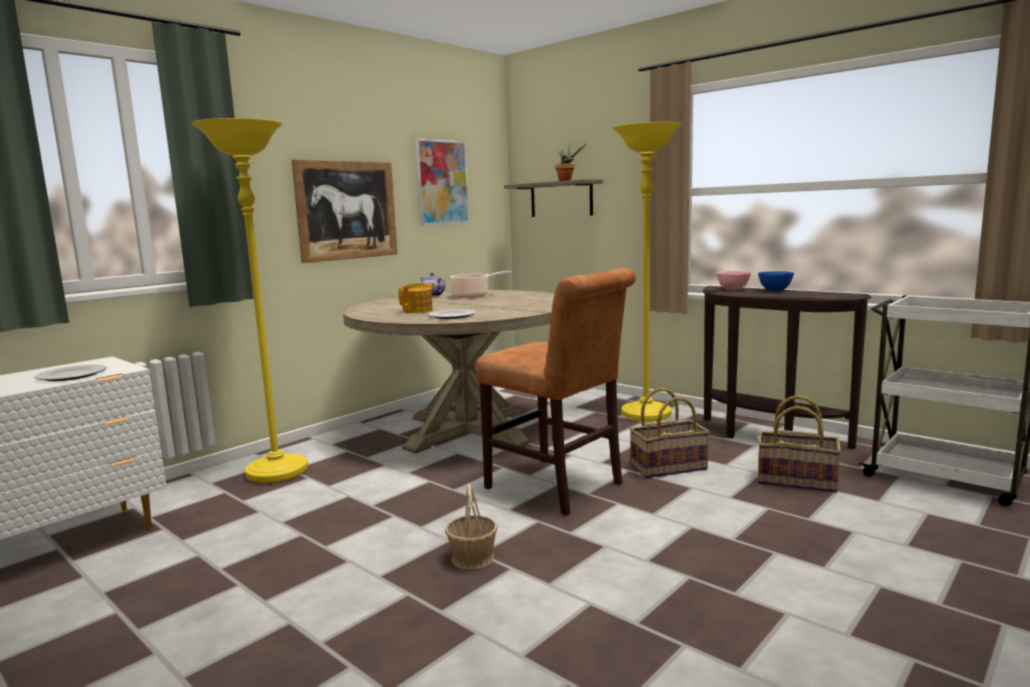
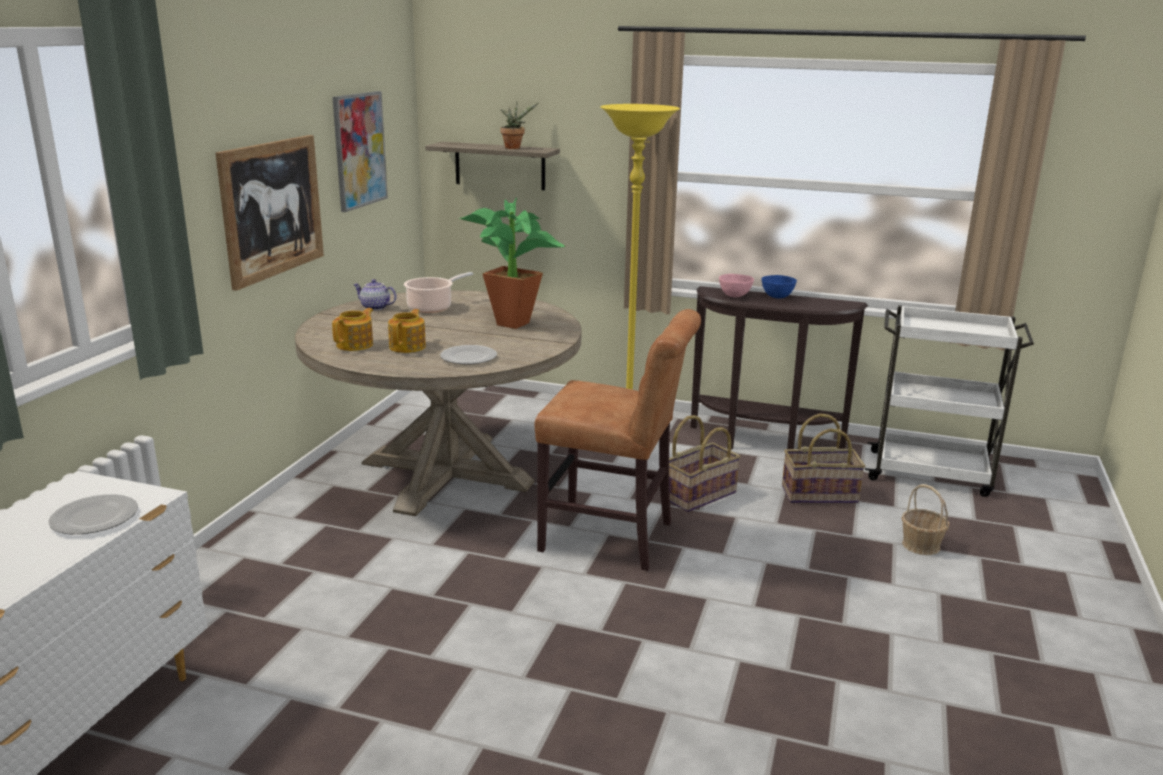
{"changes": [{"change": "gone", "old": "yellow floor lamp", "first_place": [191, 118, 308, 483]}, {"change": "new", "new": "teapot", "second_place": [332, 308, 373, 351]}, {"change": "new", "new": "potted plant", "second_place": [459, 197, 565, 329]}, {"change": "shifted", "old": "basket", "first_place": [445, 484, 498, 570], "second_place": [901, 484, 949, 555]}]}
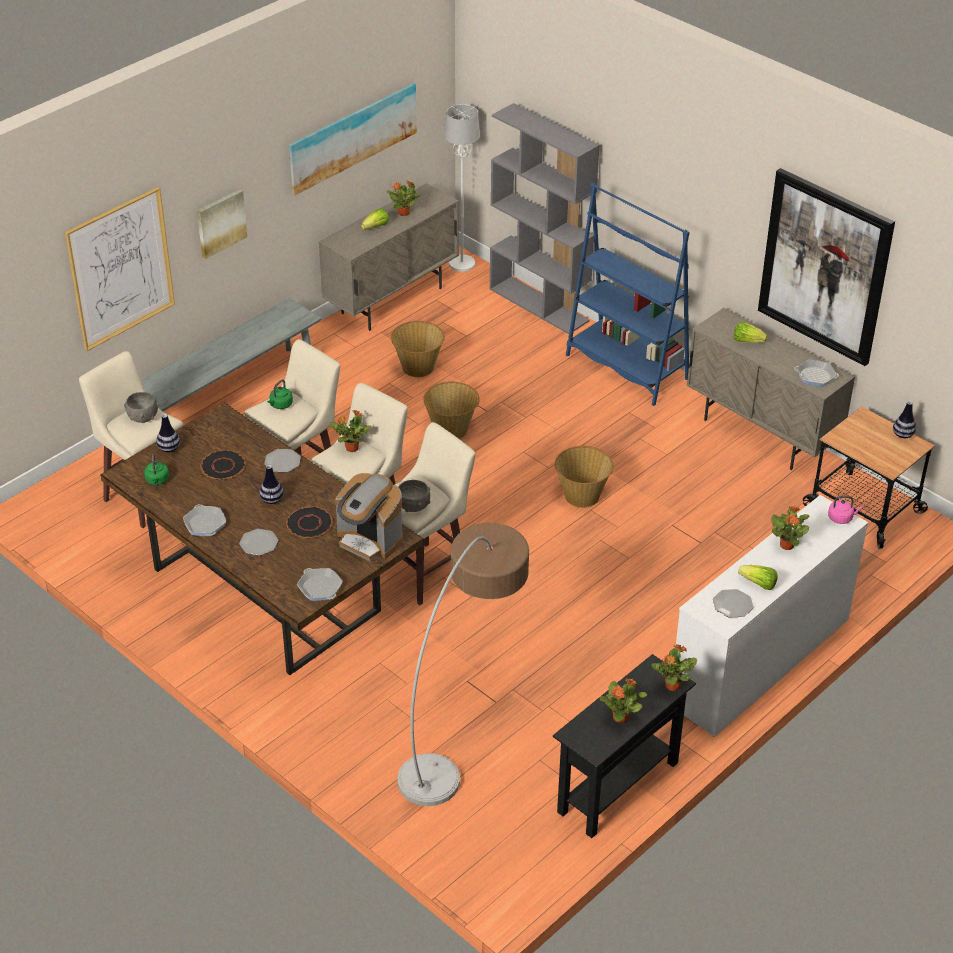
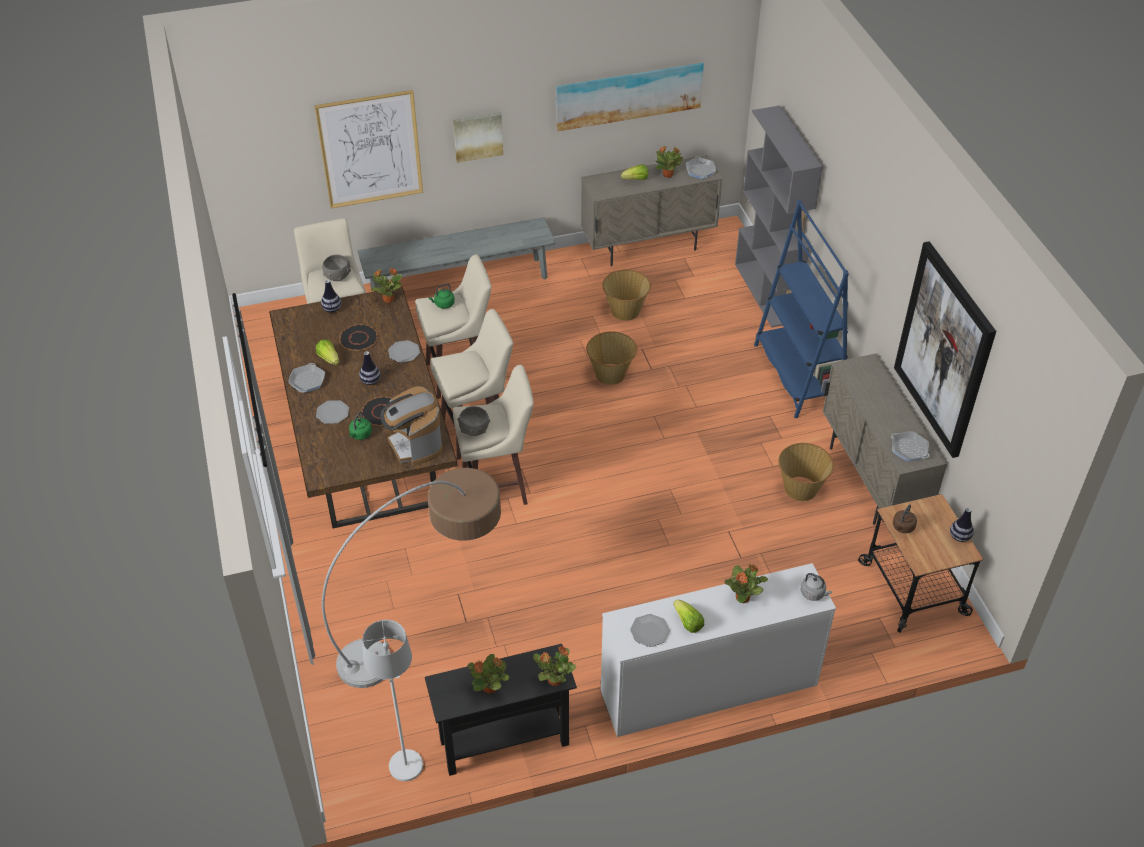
{"changes": [{"change": "new", "new": "brown kettle", "second_place": [893, 504, 917, 533]}, {"change": "shifted", "old": "green kettle", "first_place": [144, 454, 169, 485], "second_place": [349, 411, 372, 440]}, {"change": "shifted", "old": "frying pan", "first_place": [297, 568, 343, 601], "second_place": [686, 157, 716, 179]}, {"change": "shifted", "old": "potted plant", "first_place": [330, 410, 371, 452], "second_place": [371, 268, 402, 303]}, {"change": "shifted", "old": "white floor lamp", "first_place": [444, 104, 480, 272], "second_place": [362, 620, 423, 781]}, {"change": "shifted", "old": "basket", "first_place": [555, 446, 613, 508], "second_place": [778, 443, 834, 501]}, {"change": "shifted", "old": "lettuce", "first_place": [734, 322, 768, 343], "second_place": [316, 339, 339, 365]}, {"change": "repainted", "old": "pink kettle", "new": "grey kettle", "first_place": [828, 496, 862, 524], "second_place": [801, 573, 832, 601]}]}
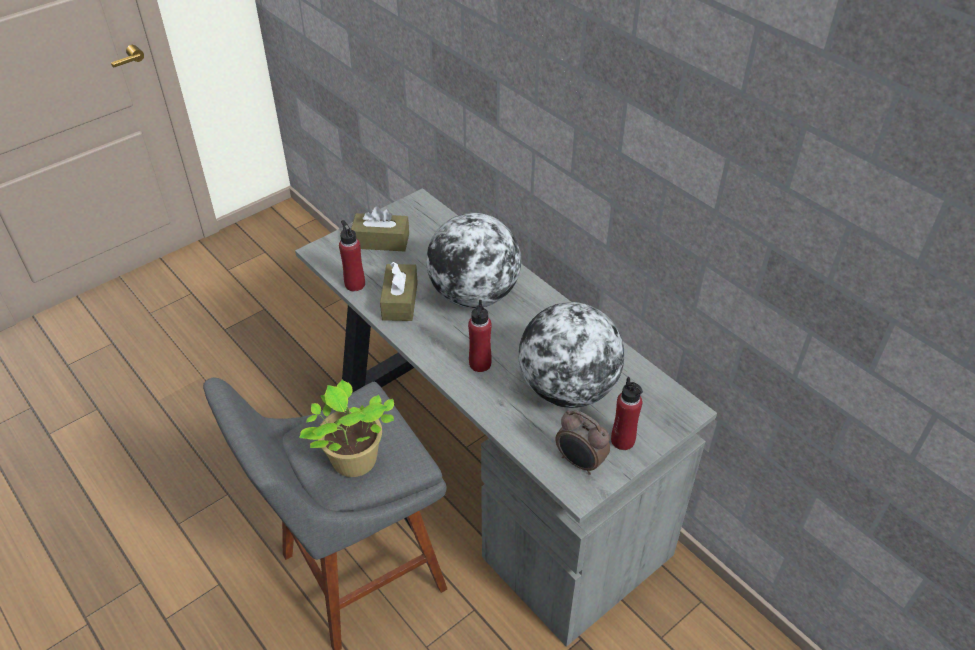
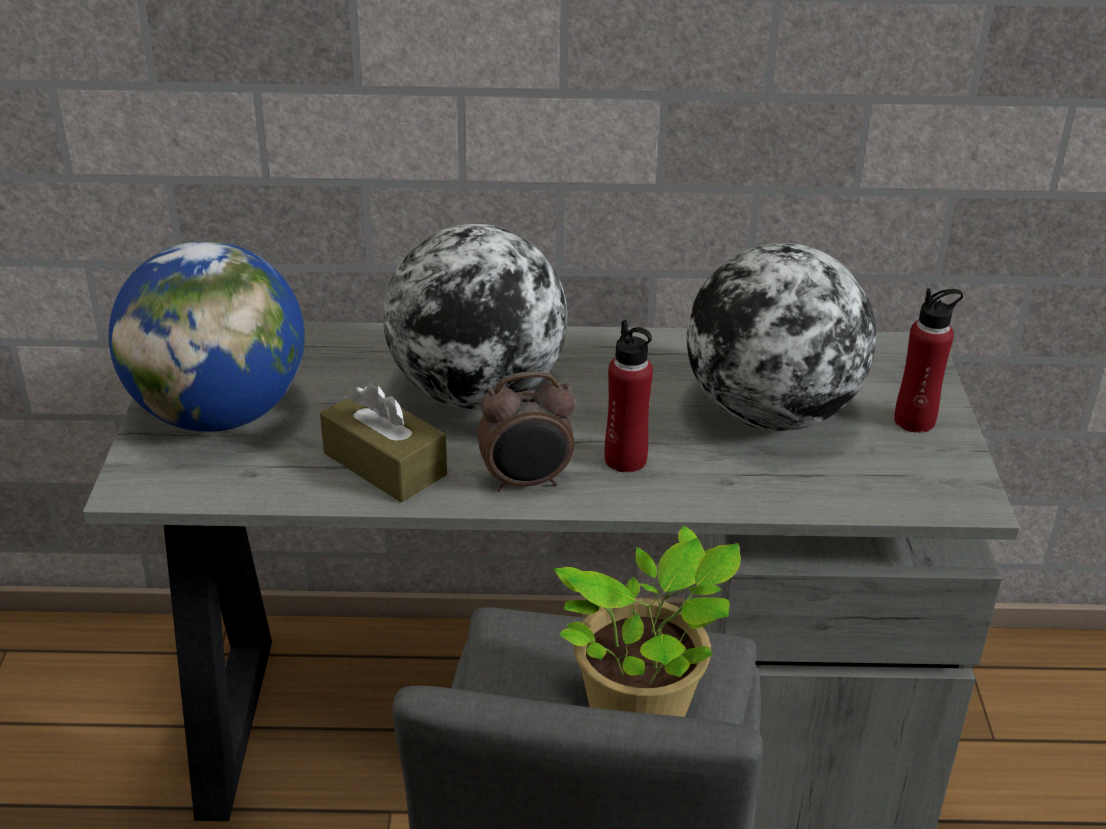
{"changes": [{"change": "gone", "old": "red bottle", "first_place": [339, 220, 365, 291]}, {"change": "shifted", "old": "alarm clock", "first_place": [555, 410, 610, 475], "second_place": [478, 371, 575, 492]}, {"change": "swapped", "old": "brown tissue box", "new": "globe", "first_place": [351, 206, 409, 252], "second_place": [109, 241, 305, 432]}]}
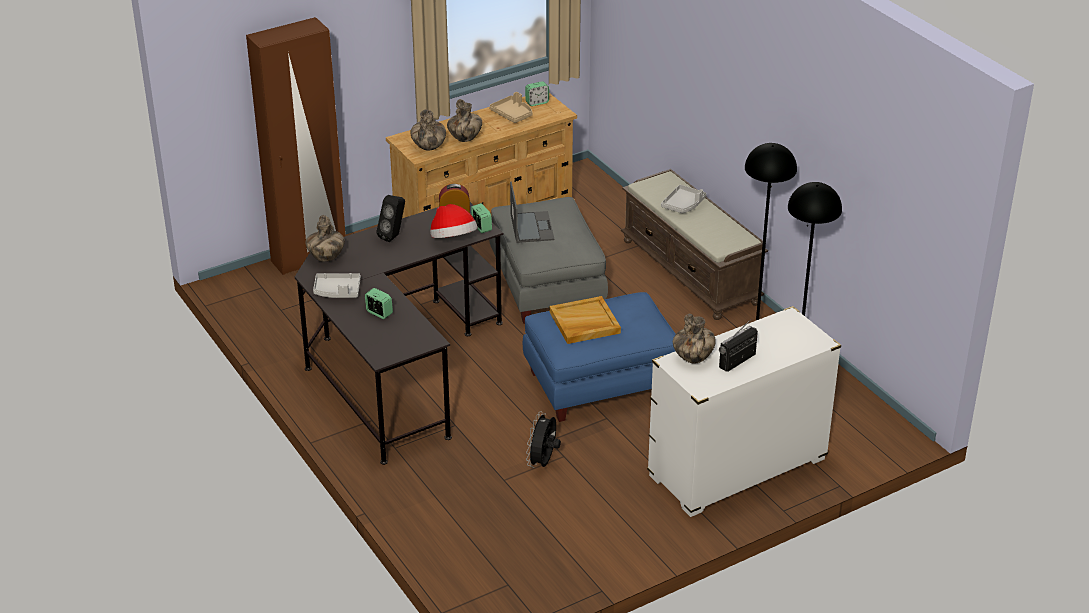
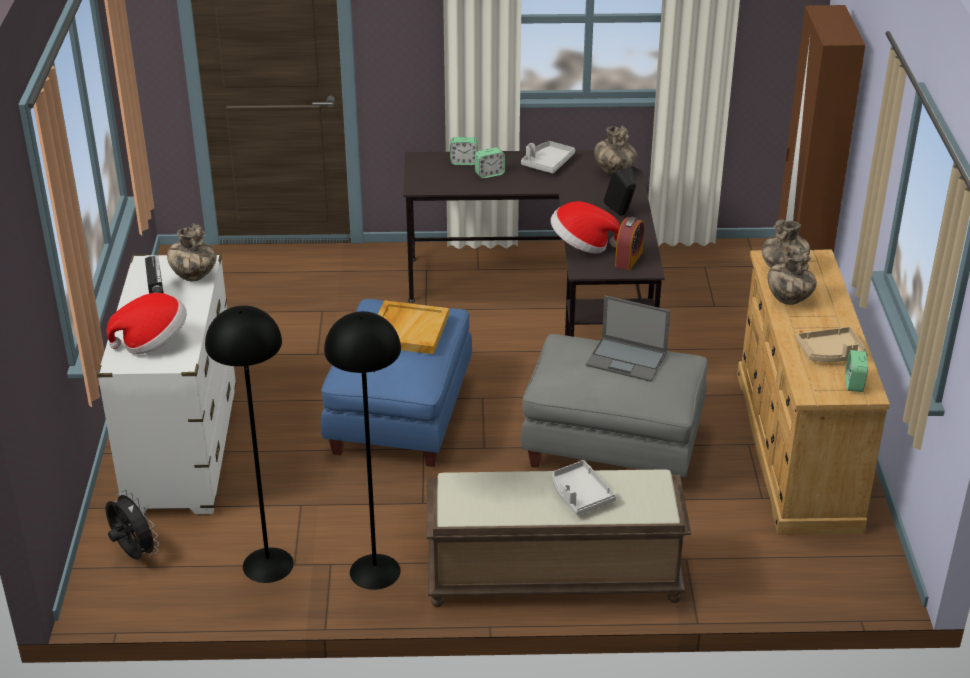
{"changes": [{"change": "new", "new": "hat", "second_place": [107, 293, 187, 354]}, {"change": "shifted", "old": "alarm clock", "first_place": [471, 203, 492, 233], "second_place": [450, 137, 478, 165]}, {"change": "shifted", "old": "black fan", "first_place": [526, 411, 561, 468], "second_place": [106, 490, 159, 560]}]}
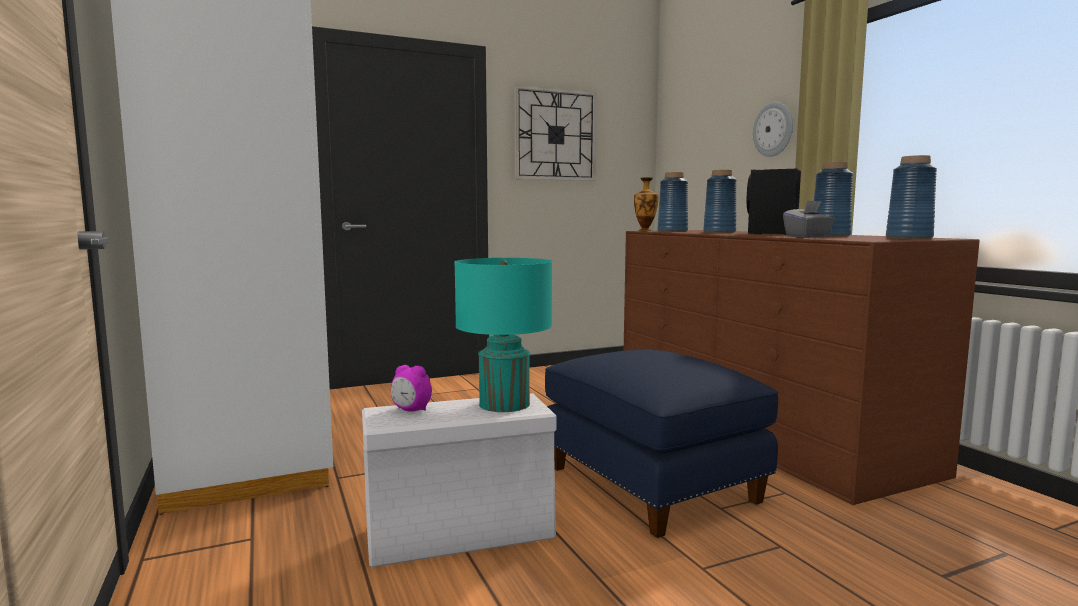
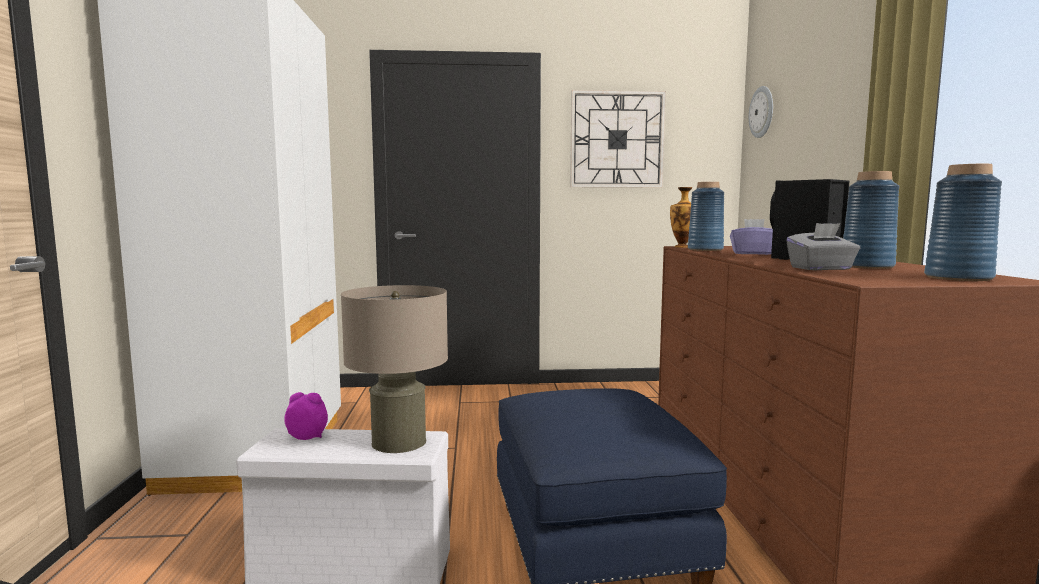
{"changes": [{"change": "shifted", "old": "wall clock", "first_place": [753, 102, 793, 157], "second_place": [749, 86, 773, 138]}, {"change": "swapped", "old": "blue vase", "new": "purple tissue box", "first_place": [703, 170, 737, 233], "second_place": [730, 219, 773, 255]}, {"change": "repainted", "old": "turquoise table lamp", "new": "beige table lamp", "first_place": [454, 258, 552, 412], "second_place": [341, 285, 448, 453]}, {"change": "rotated", "old": "alarm clock", "first_place": [391, 365, 432, 412], "second_place": [284, 392, 328, 440], "degrees": 150}]}
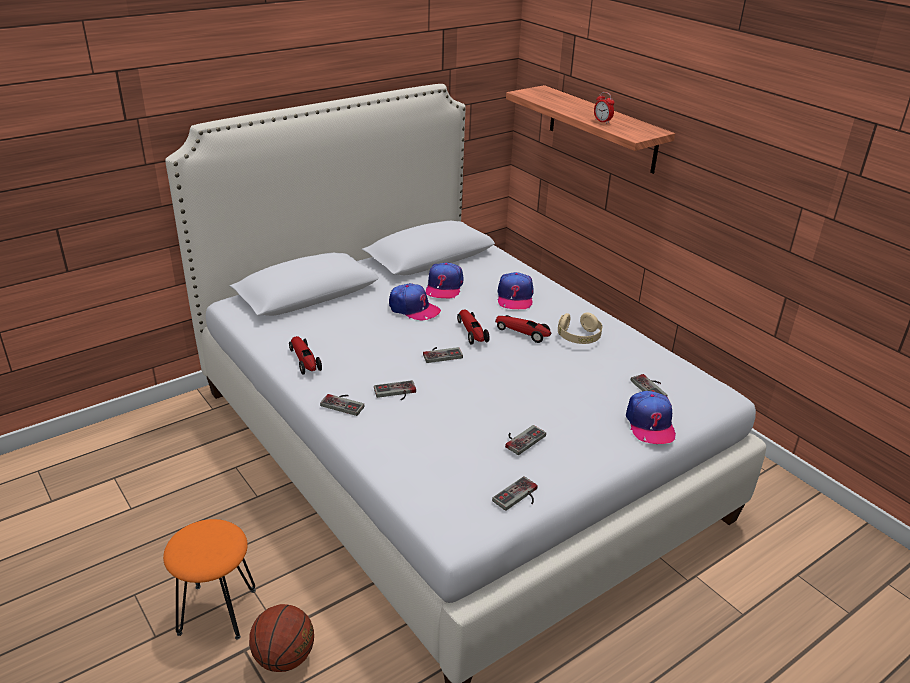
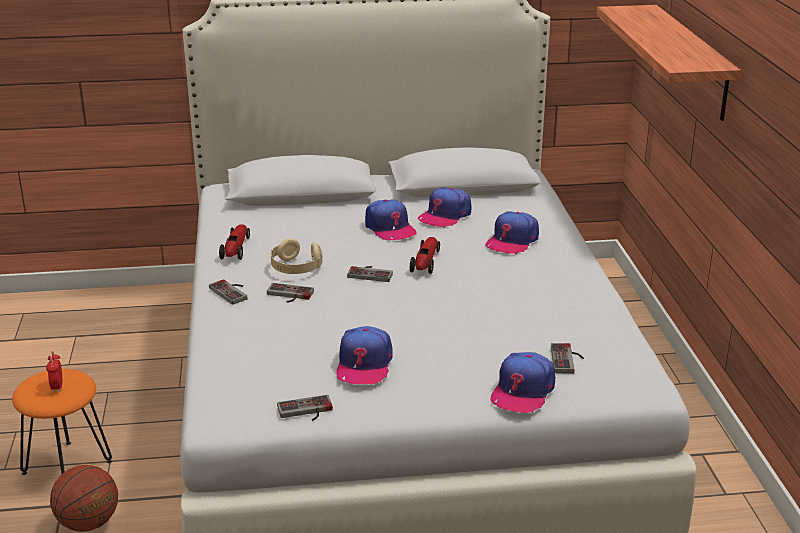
{"changes": [{"change": "gone", "old": "toy car", "first_place": [495, 315, 551, 343]}, {"change": "shifted", "old": "beige headphones", "first_place": [558, 312, 602, 344], "second_place": [271, 238, 322, 274]}, {"change": "shifted", "old": "alarm clock", "first_place": [594, 92, 614, 124], "second_place": [46, 351, 62, 393]}, {"change": "swapped", "old": "game controller", "new": "cap", "first_place": [505, 425, 546, 455], "second_place": [336, 326, 393, 384]}]}
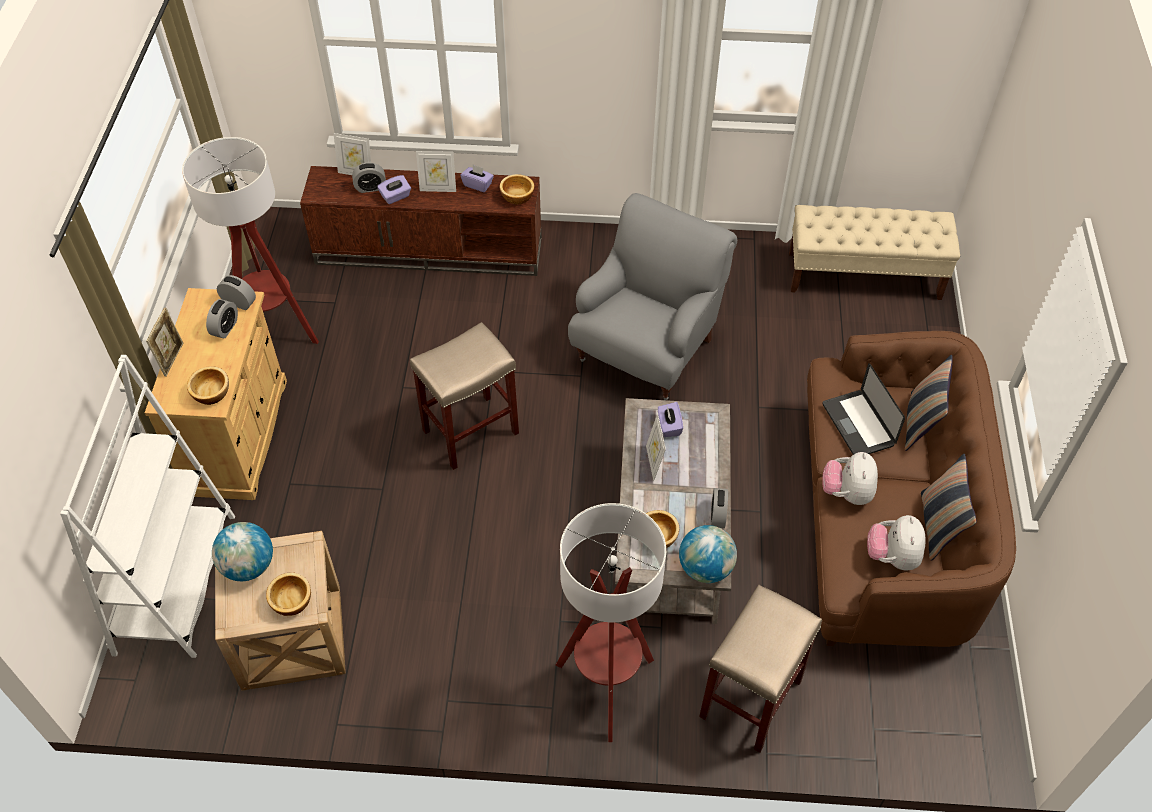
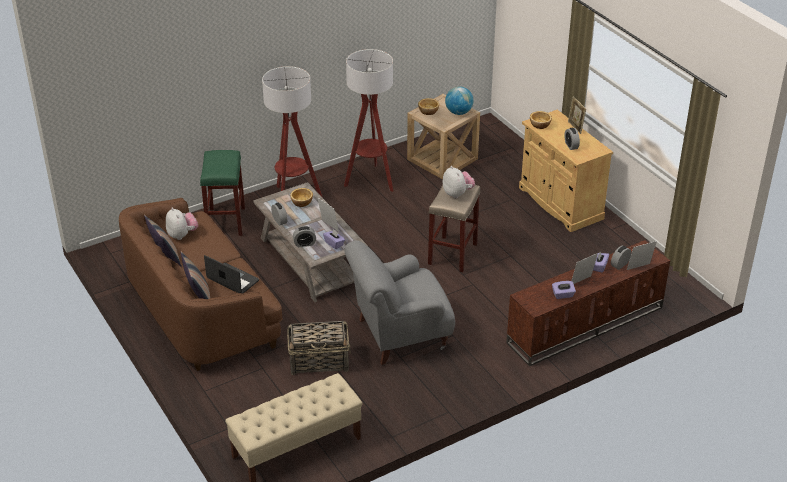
{"changes": [{"change": "gone", "old": "white bookcase", "first_place": [60, 355, 235, 658]}, {"change": "gone", "old": "bowl", "first_place": [500, 174, 535, 204]}, {"change": "gone", "old": "globe", "first_place": [679, 525, 737, 583]}, {"change": "new", "new": "basket", "second_place": [287, 321, 351, 375]}, {"change": "shifted", "old": "floor lamp", "first_place": [182, 137, 319, 344], "second_place": [344, 49, 393, 192]}, {"change": "shifted", "old": "alarm clock", "first_place": [217, 275, 256, 310], "second_place": [293, 226, 316, 247]}, {"change": "shifted", "old": "plush toy", "first_place": [822, 452, 878, 505], "second_place": [443, 166, 475, 198]}, {"change": "repainted", "old": "beige stool", "new": "green stool", "first_place": [699, 585, 822, 753], "second_place": [200, 150, 245, 236]}, {"change": "rotated", "old": "grey armchair", "first_place": [568, 193, 737, 400], "second_place": [344, 240, 455, 365], "degrees": 75}]}
